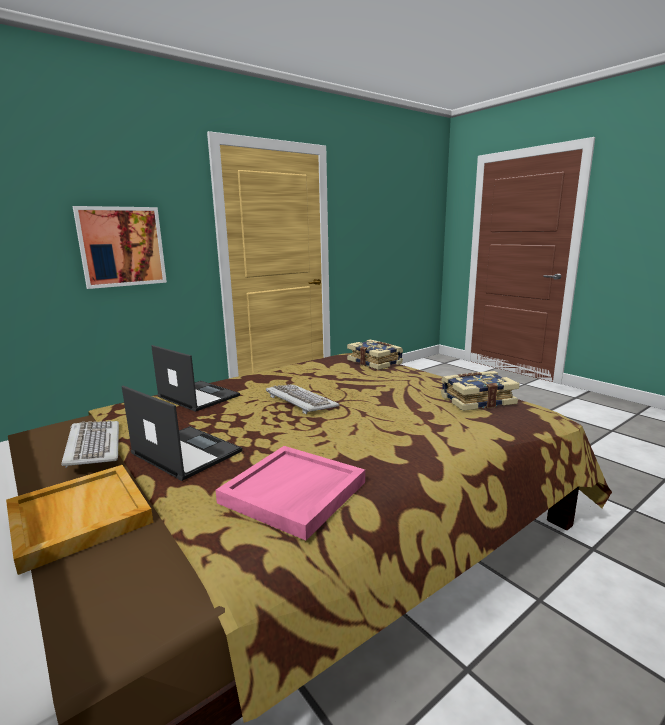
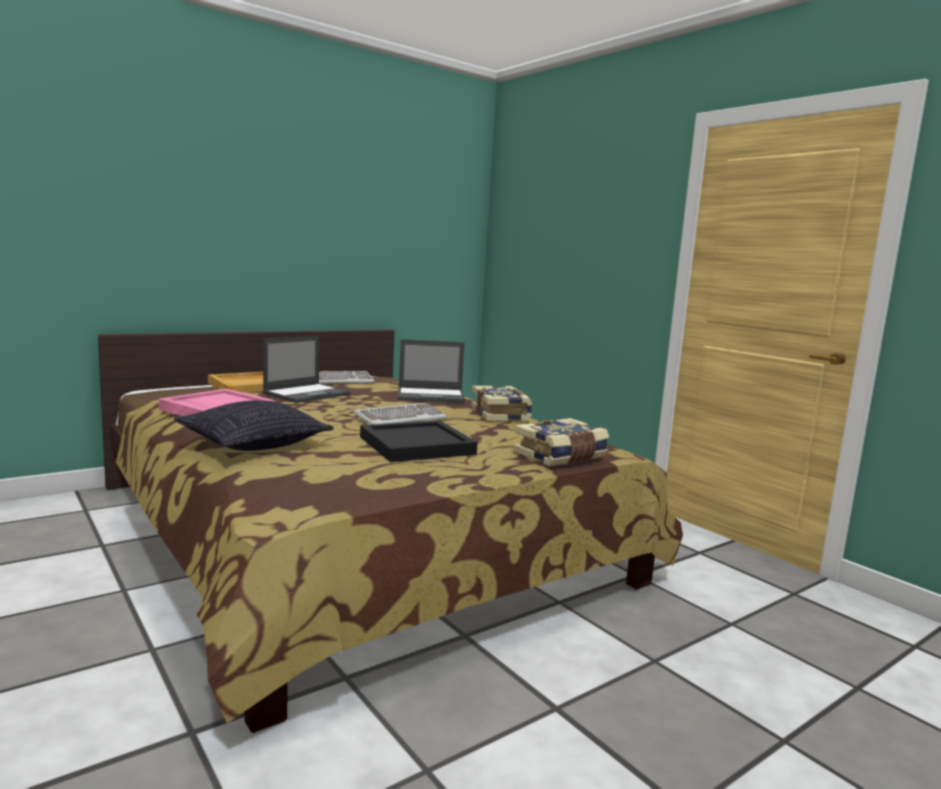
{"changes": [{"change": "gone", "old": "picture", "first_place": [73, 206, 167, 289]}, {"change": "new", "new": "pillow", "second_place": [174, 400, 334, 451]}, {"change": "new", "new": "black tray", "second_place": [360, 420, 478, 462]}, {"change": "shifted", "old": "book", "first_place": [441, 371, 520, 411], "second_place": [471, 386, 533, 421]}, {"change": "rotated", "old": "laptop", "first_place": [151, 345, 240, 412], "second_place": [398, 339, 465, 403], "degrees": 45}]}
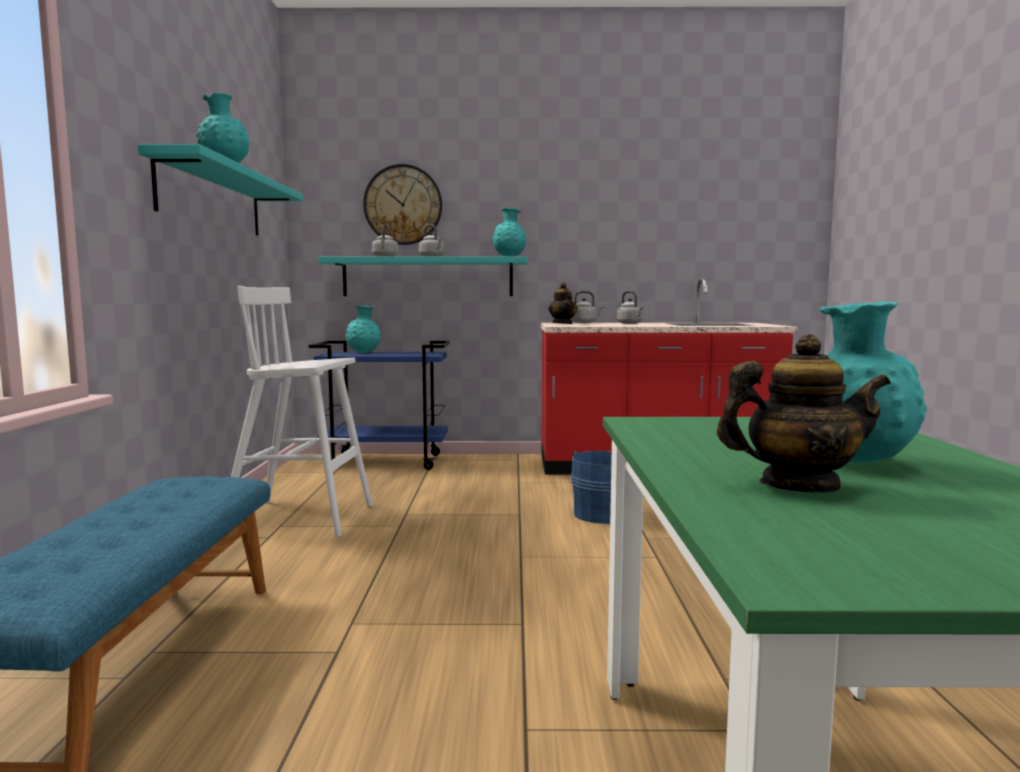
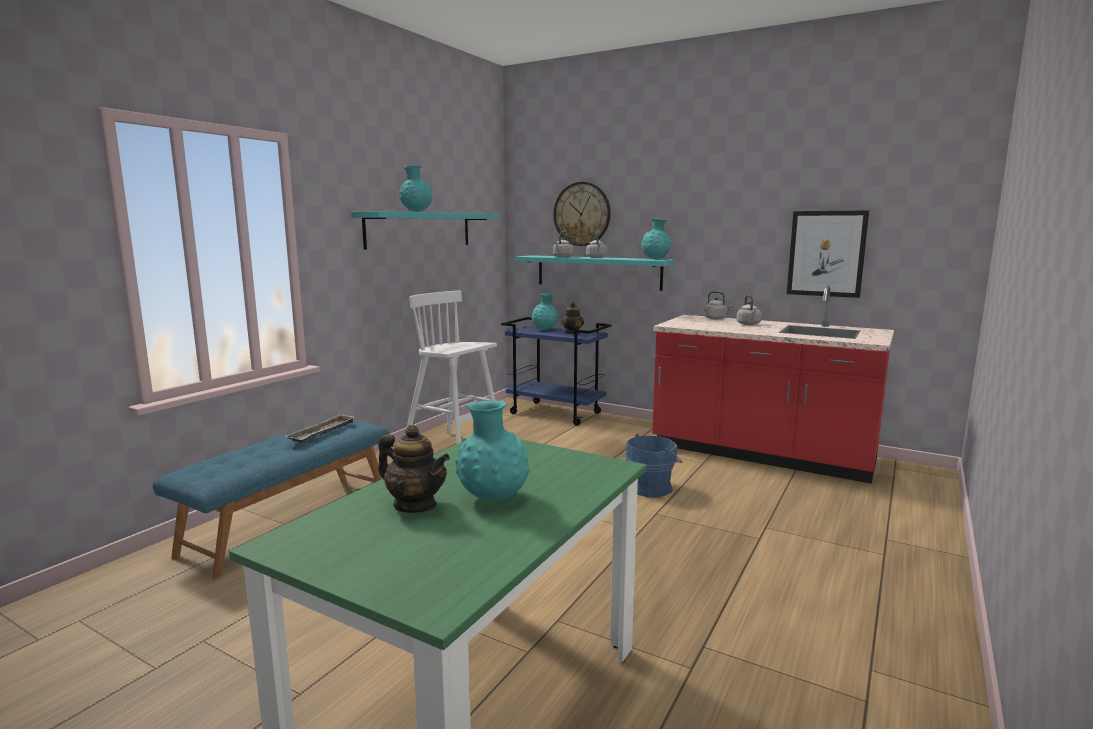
{"changes": [{"change": "new", "new": "tray", "second_place": [285, 414, 354, 443]}, {"change": "new", "new": "picture", "second_place": [787, 210, 869, 298]}, {"change": "shifted", "old": "teapot", "first_place": [548, 283, 578, 324], "second_place": [561, 302, 584, 334]}]}
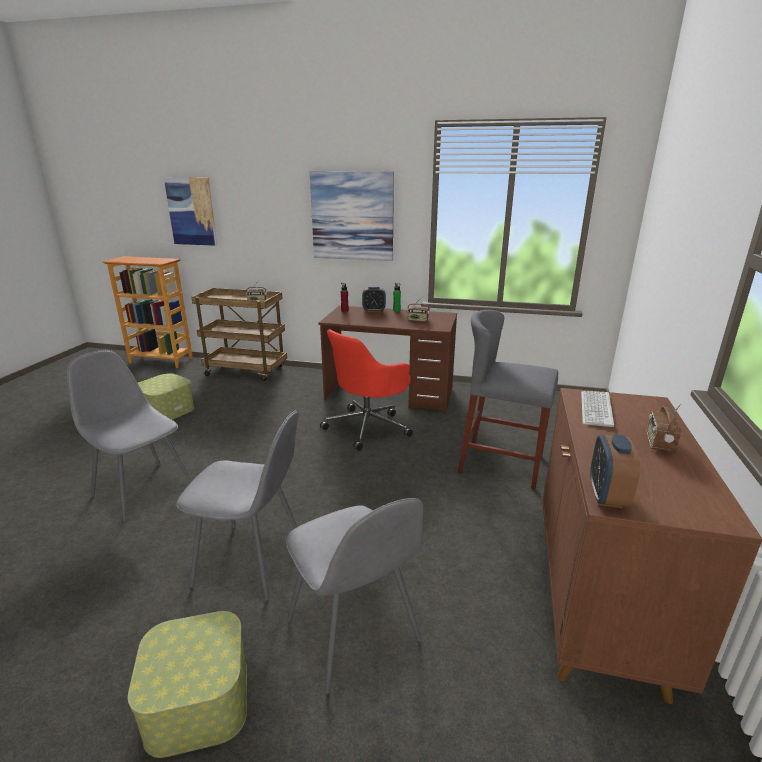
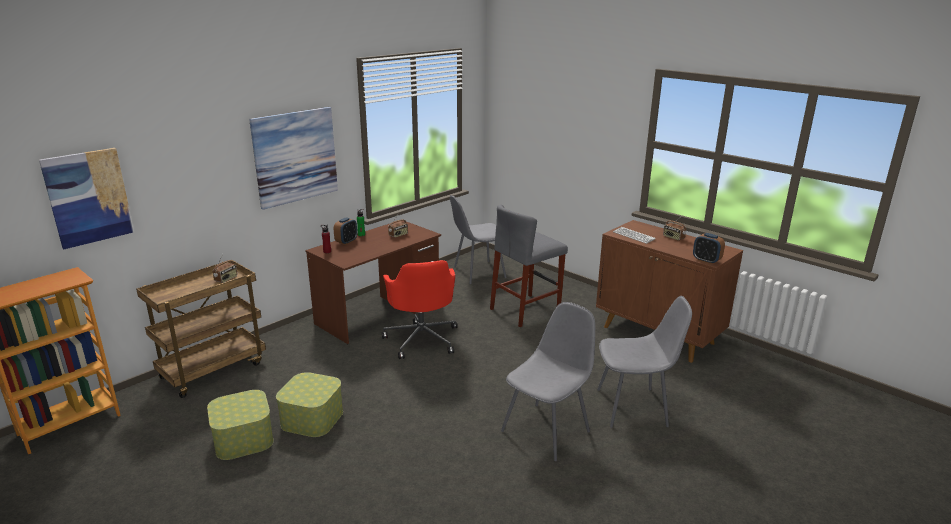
{"changes": [{"change": "shifted", "old": "grey chair", "first_place": [67, 350, 192, 522], "second_place": [450, 195, 507, 284]}, {"change": "shifted", "old": "storage box", "first_place": [128, 611, 247, 758], "second_place": [276, 372, 343, 437]}]}
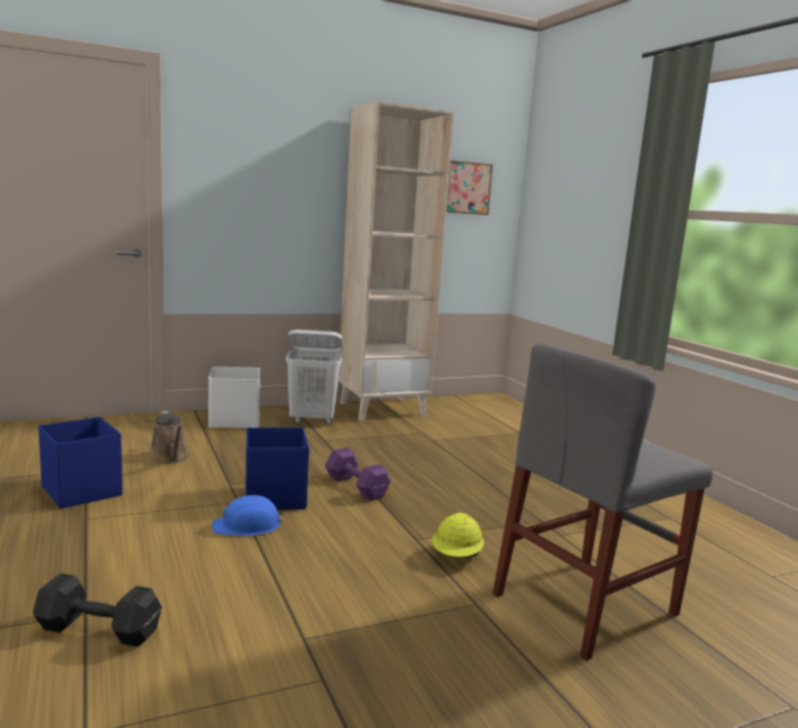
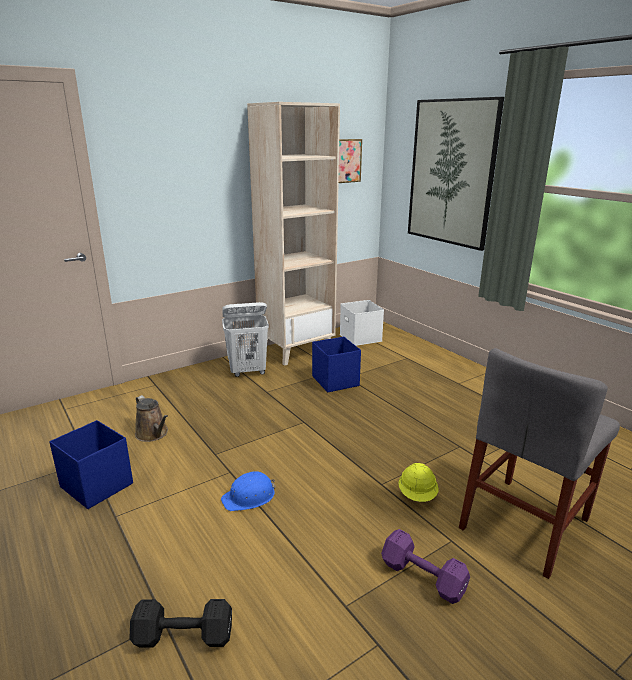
{"changes": [{"change": "new", "new": "picture", "second_place": [408, 97, 504, 251]}, {"change": "shifted", "old": "white storage box", "first_place": [208, 367, 260, 428], "second_place": [340, 300, 384, 346]}, {"change": "shifted", "old": "blue storage box", "first_place": [246, 427, 310, 510], "second_place": [312, 337, 361, 392]}, {"change": "shifted", "old": "purple dumbbell", "first_place": [325, 448, 391, 501], "second_place": [381, 529, 470, 604]}]}
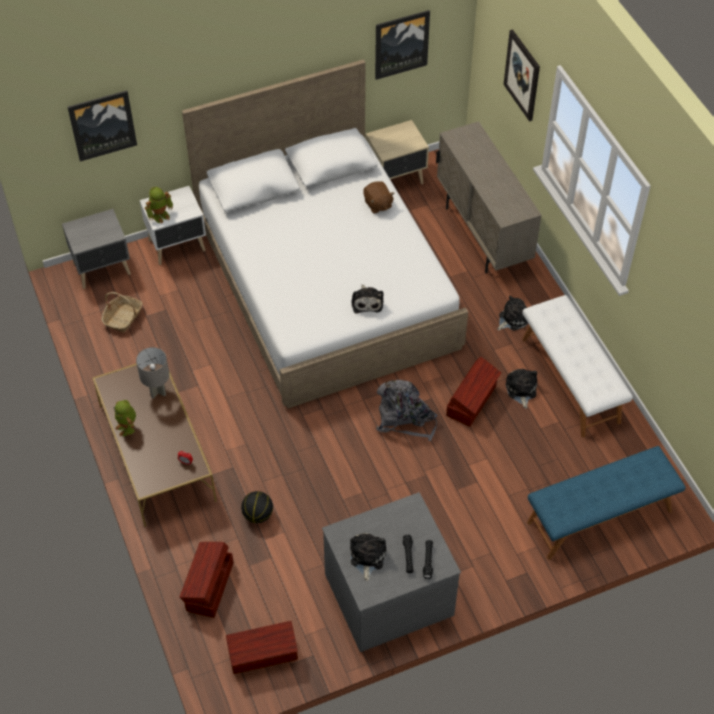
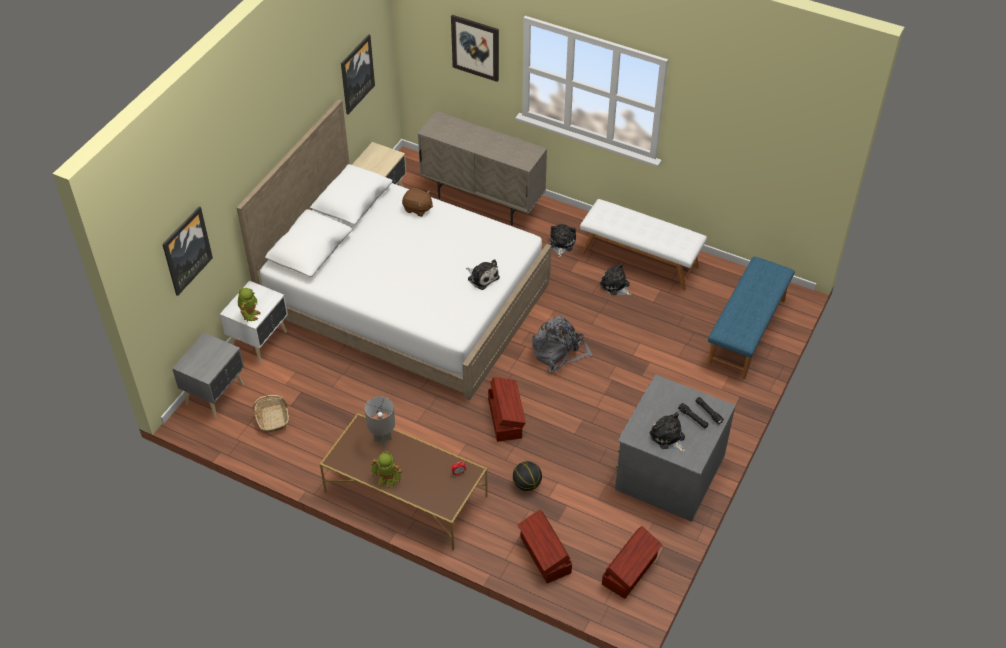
{"changes": [{"change": "shifted", "old": "brown storage box", "first_place": [446, 357, 501, 427], "second_place": [488, 377, 526, 442]}]}
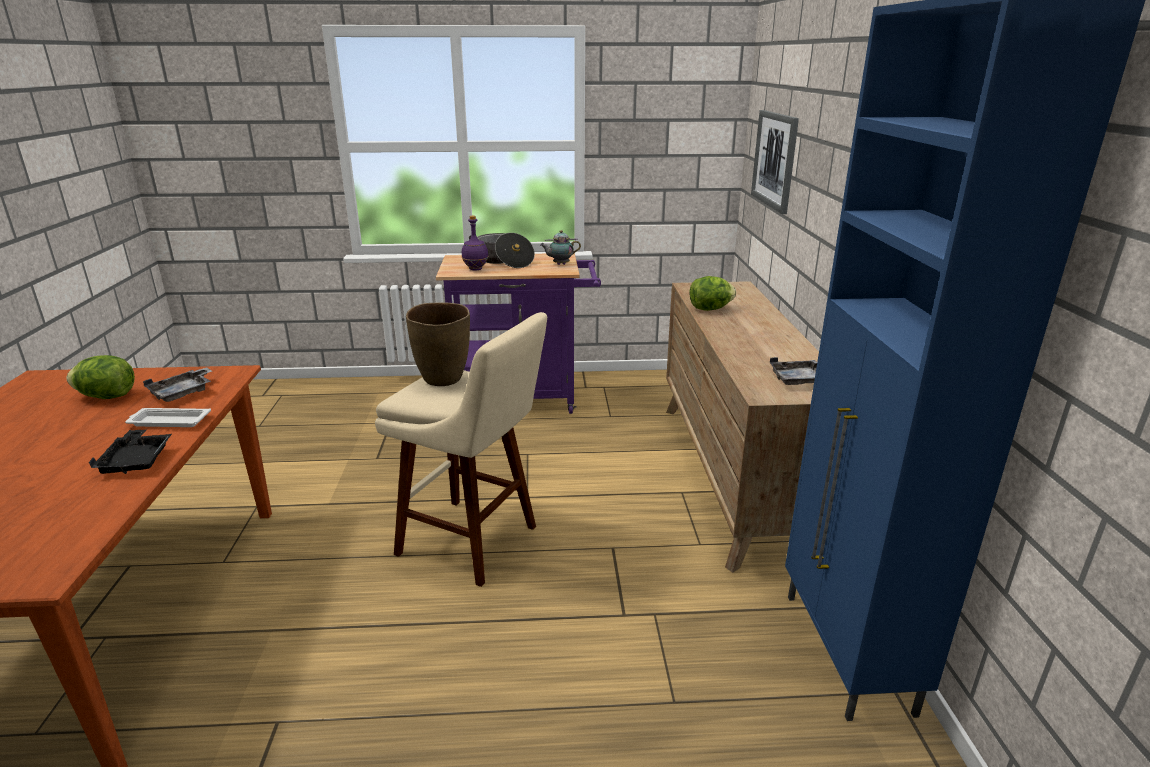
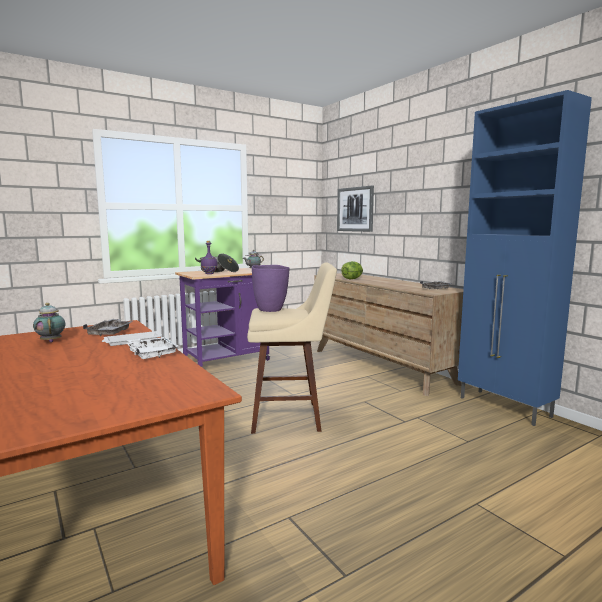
{"changes": [{"change": "swapped", "old": "lettuce", "new": "teapot", "first_place": [66, 355, 135, 399], "second_place": [33, 303, 65, 342]}, {"change": "repainted", "old": "black tray", "new": "white tray", "first_place": [88, 429, 172, 474], "second_place": [127, 337, 179, 359]}, {"change": "repainted", "old": "brown vase", "new": "purple vase", "first_place": [406, 302, 470, 386], "second_place": [252, 265, 290, 312]}]}
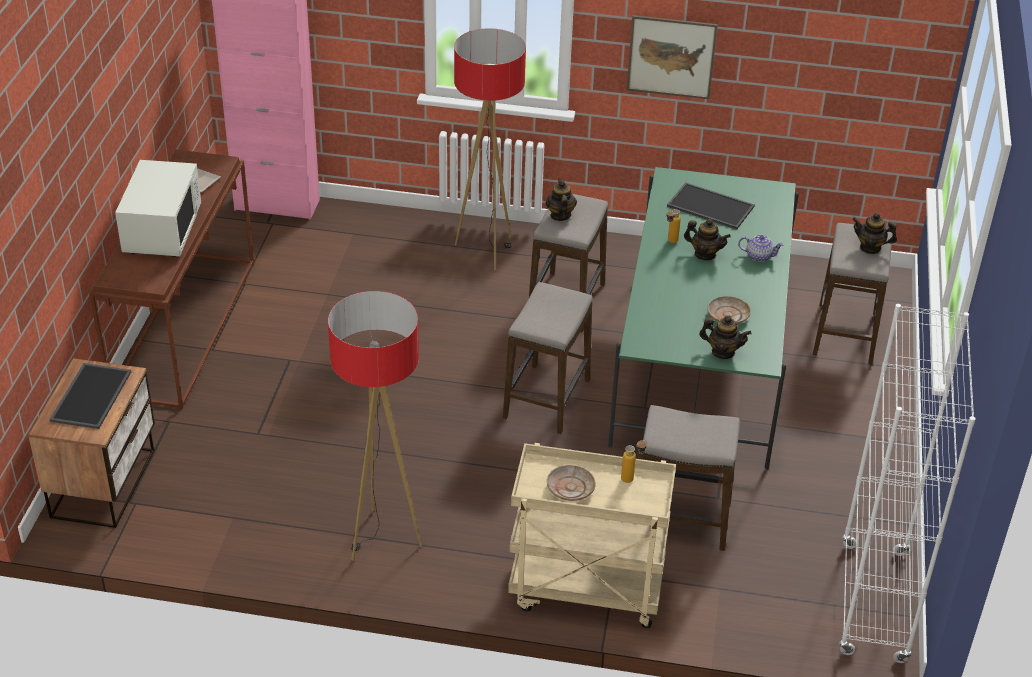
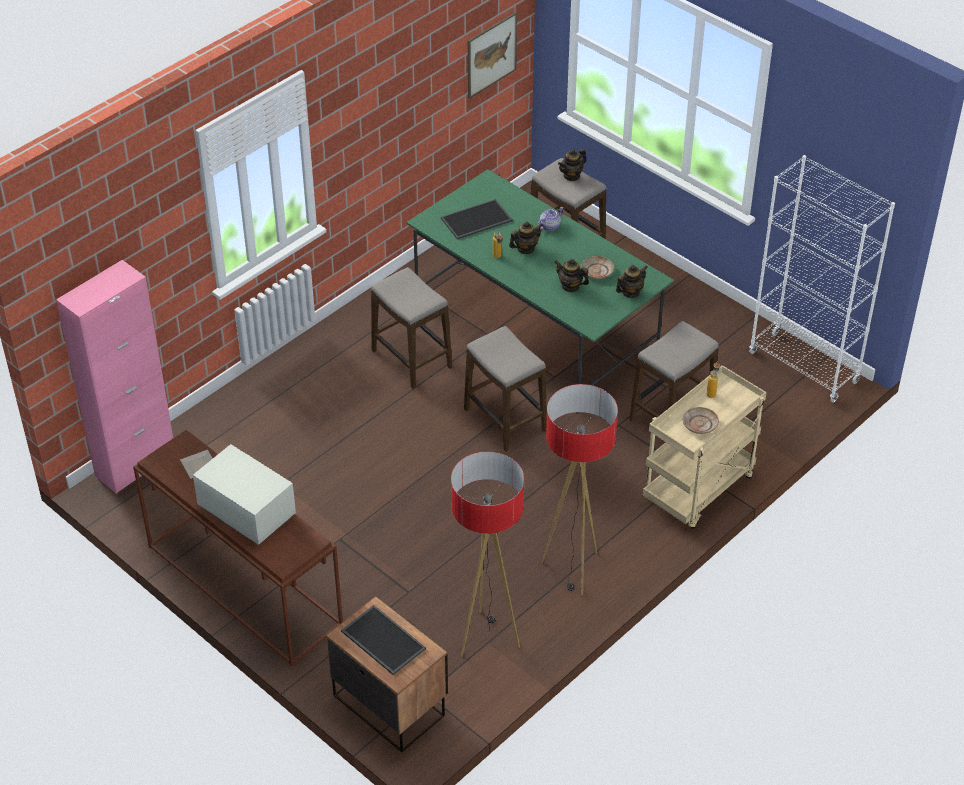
{"changes": [{"change": "shifted", "old": "floor lamp", "first_place": [454, 28, 526, 271], "second_place": [451, 451, 524, 657]}, {"change": "shifted", "old": "teapot", "first_place": [546, 178, 577, 221], "second_place": [554, 259, 589, 292]}, {"change": "shifted", "old": "picture", "first_place": [627, 15, 718, 99], "second_place": [468, 12, 517, 99]}]}
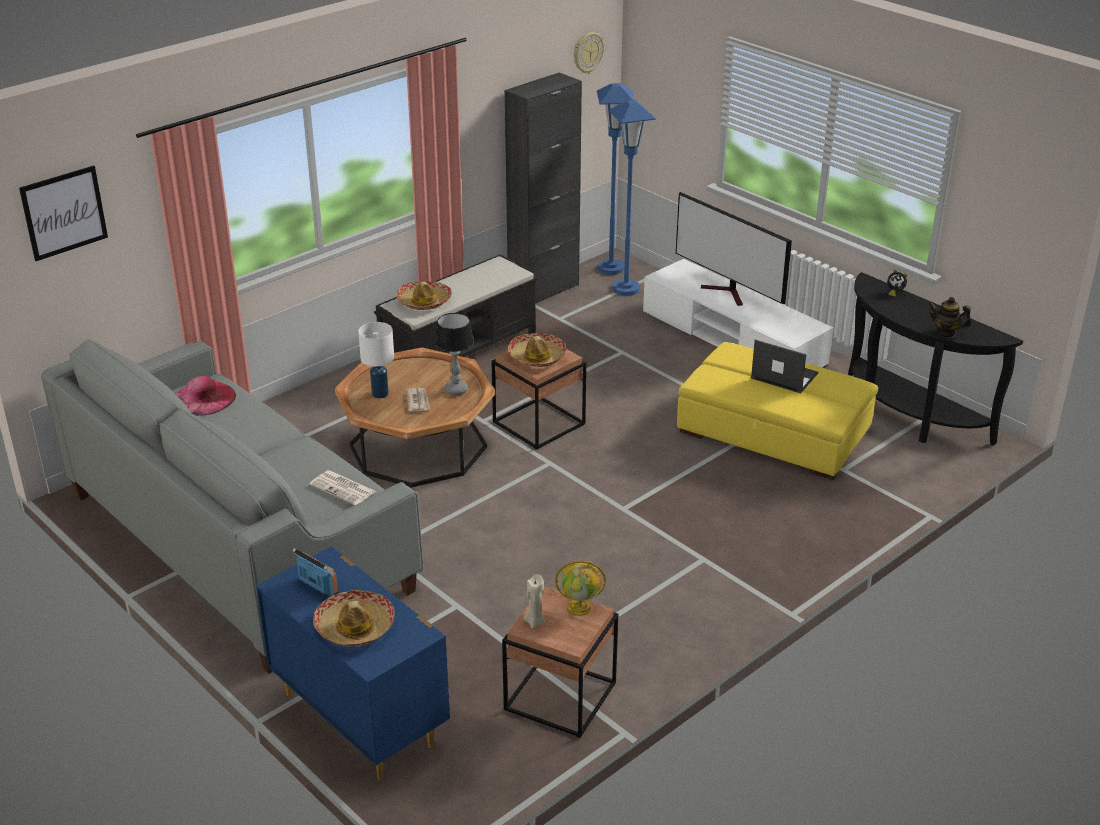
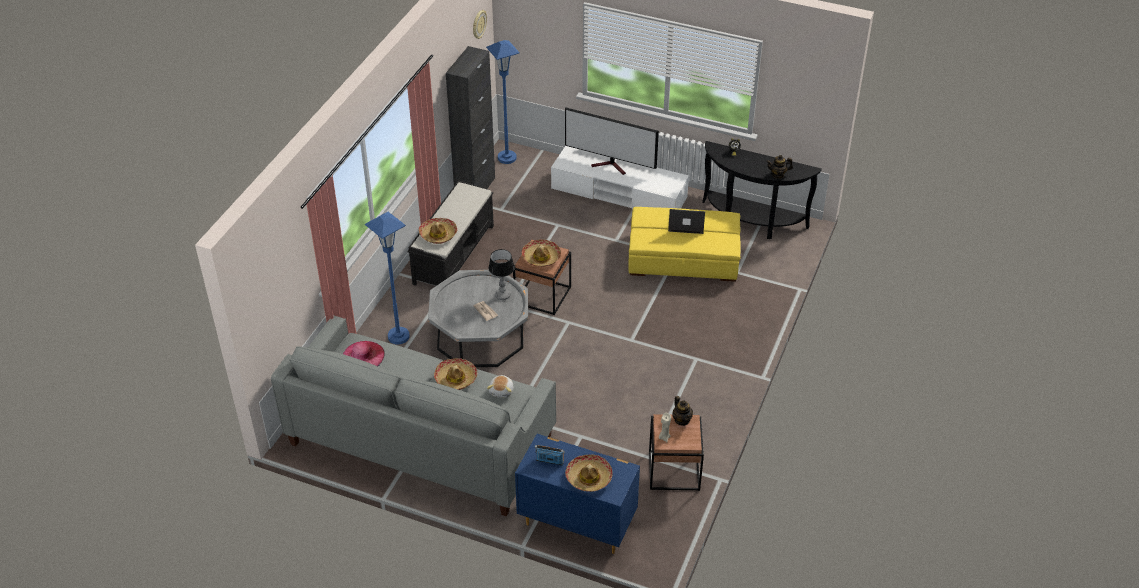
{"changes": [{"change": "gone", "old": "picture", "first_place": [19, 165, 108, 261]}, {"change": "gone", "old": "white table lamp", "first_place": [358, 322, 394, 398]}, {"change": "new", "new": "hat", "second_place": [434, 358, 477, 390]}, {"change": "shifted", "old": "blue floor lamp", "first_place": [609, 100, 656, 296], "second_place": [365, 212, 410, 345]}, {"change": "swapped", "old": "newspaper", "new": "plush toy", "first_place": [310, 470, 376, 505], "second_place": [487, 375, 514, 398]}, {"change": "swapped", "old": "globe", "new": "teapot", "first_place": [555, 560, 606, 616], "second_place": [672, 396, 693, 426]}, {"change": "repainted", "old": "brown coffee table", "new": "grey coffee table", "first_place": [335, 348, 495, 487], "second_place": [428, 270, 528, 367]}]}
